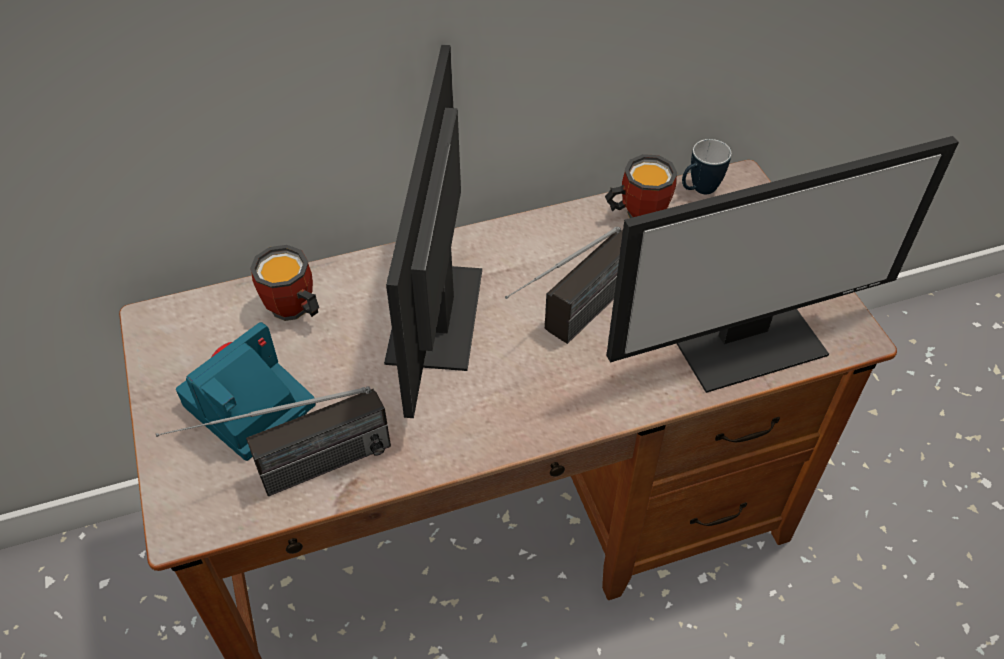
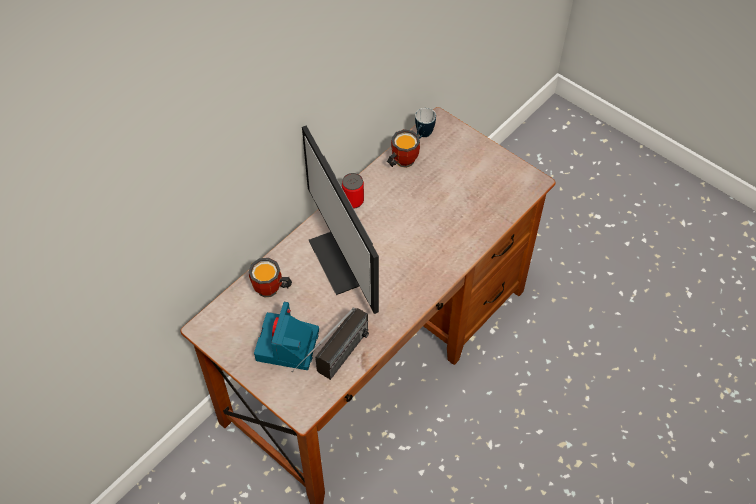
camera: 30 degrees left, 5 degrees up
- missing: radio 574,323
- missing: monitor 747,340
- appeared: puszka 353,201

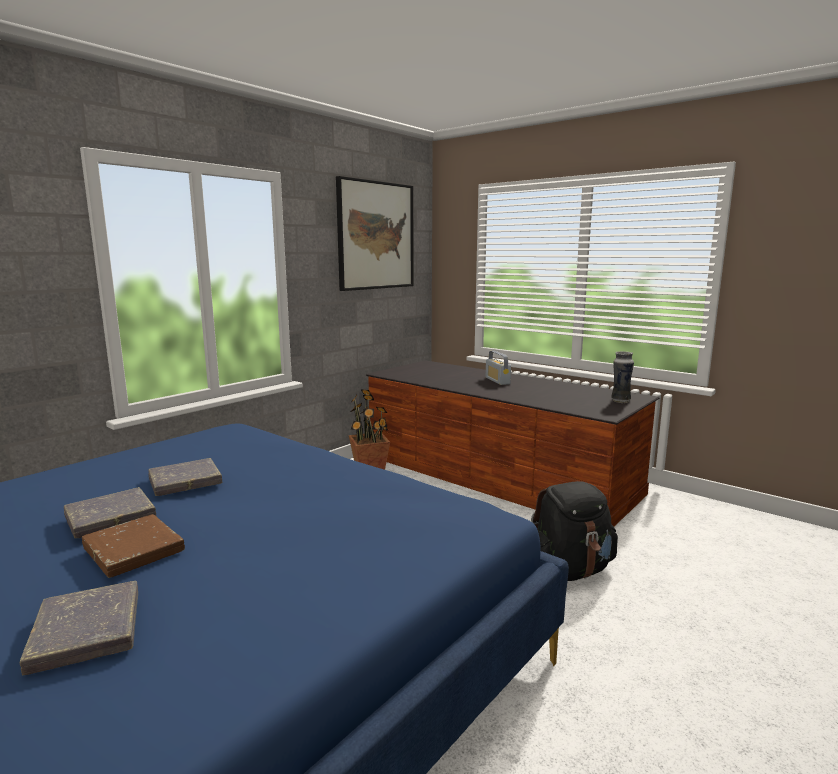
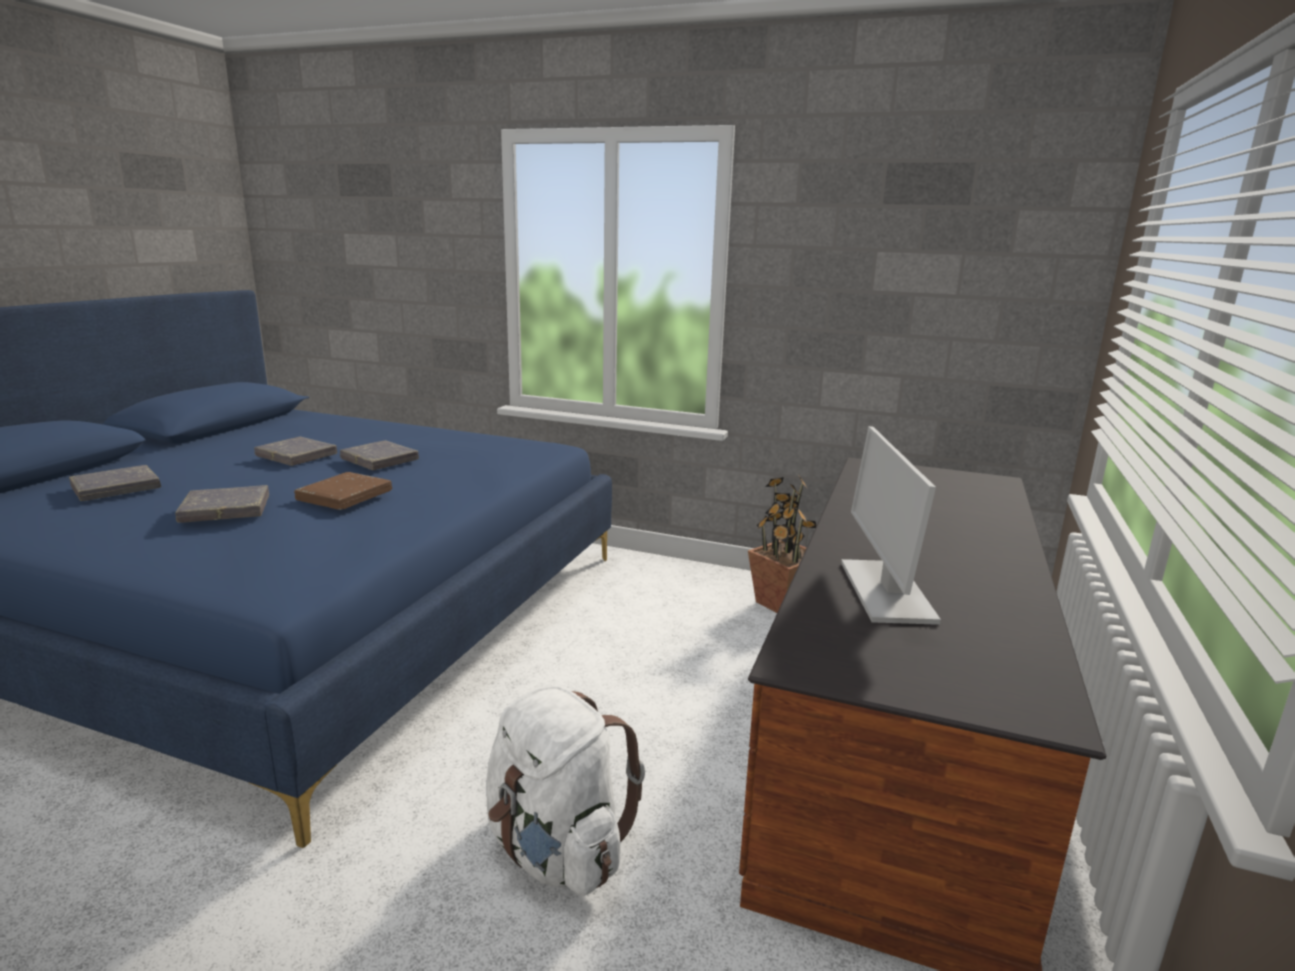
camera: 70 degrees right, 5 degrees up
- relocated: książka/brązowy 134,550 to 345,496
- missing: obraz 376,236
- missing: radio 497,381
- colour: plecak/czarny 569,571 to plecak/biały 557,850
- missing: wazon 620,401
- appeared: książka/szary 225,510
- appeared: monitor 885,591

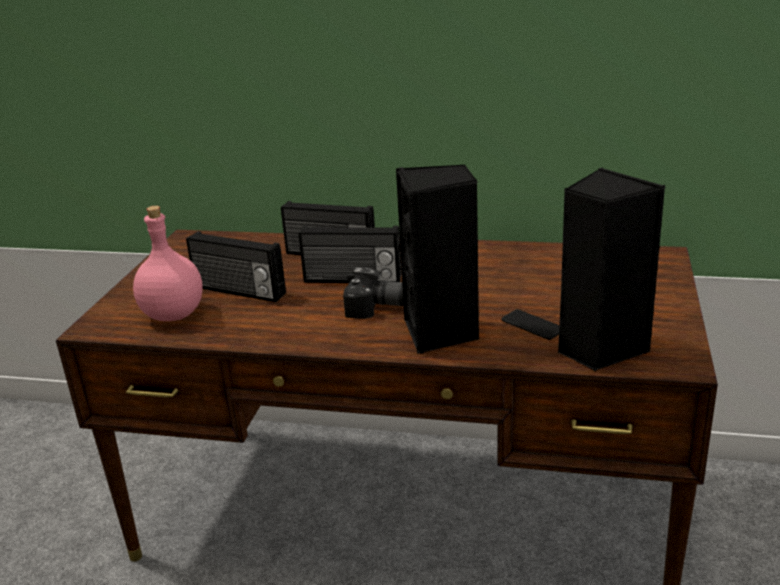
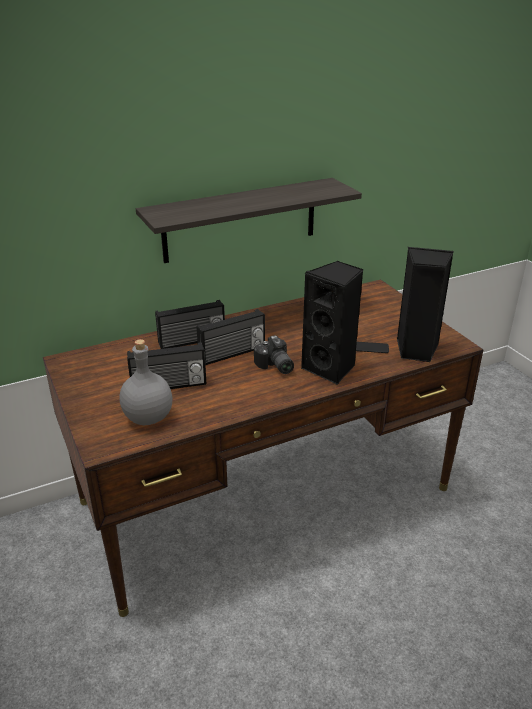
camera: 40 degrees left, 5 degrees up
- colour: butelka/różowy 174,315 to butelka/szary 149,417
- spun: aparat fotograficzny 377,308 = 274,366 90 degrees clockwise
- appeared: półka 240,220

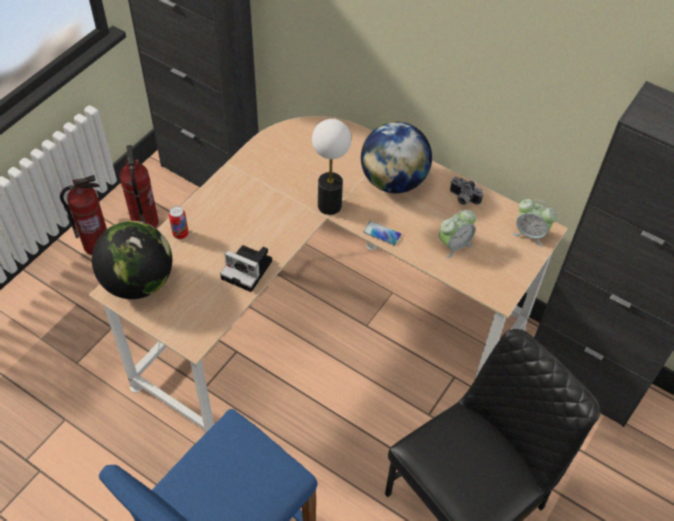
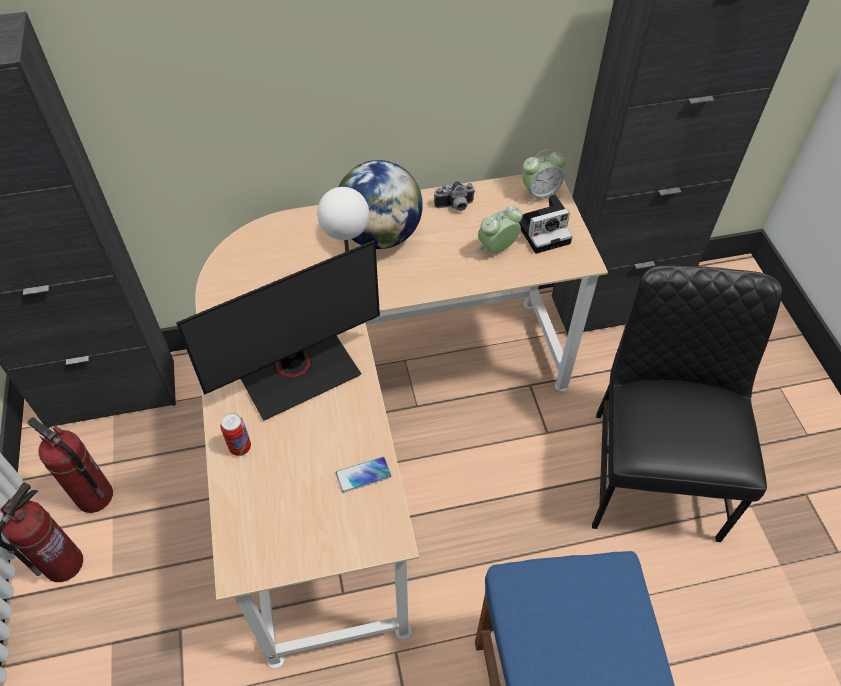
camera: 45 degrees left, 0 degrees up
- missing: globus 138,282
- relocated: aparat fotograficzny 249,270 to 544,231
- relocated: telefon 382,233 to 363,475
- spun: budzik 454,245 = 497,249 135 degrees counterclockwise
- appeared: monitor 297,371

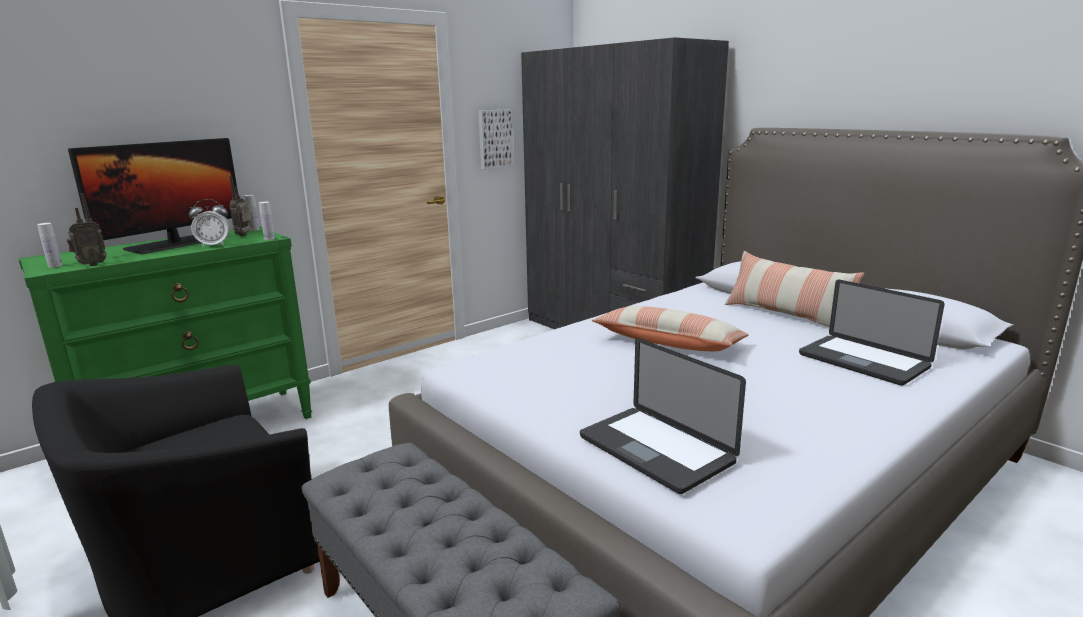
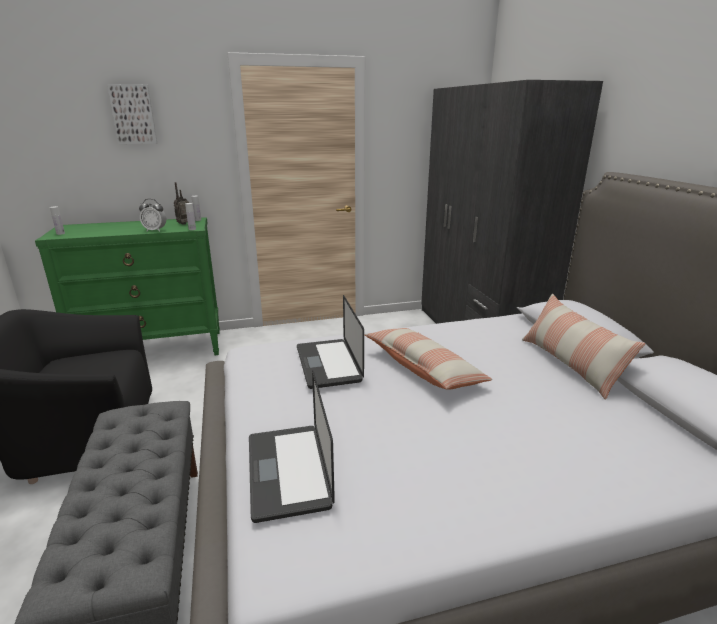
camera: 25 degrees right, 5 degrees up
- missing: radio 91,265
- missing: monitor 175,244
- relocated: obraz 494,139 to 133,114
- relocated: laptop 863,361 to 328,364

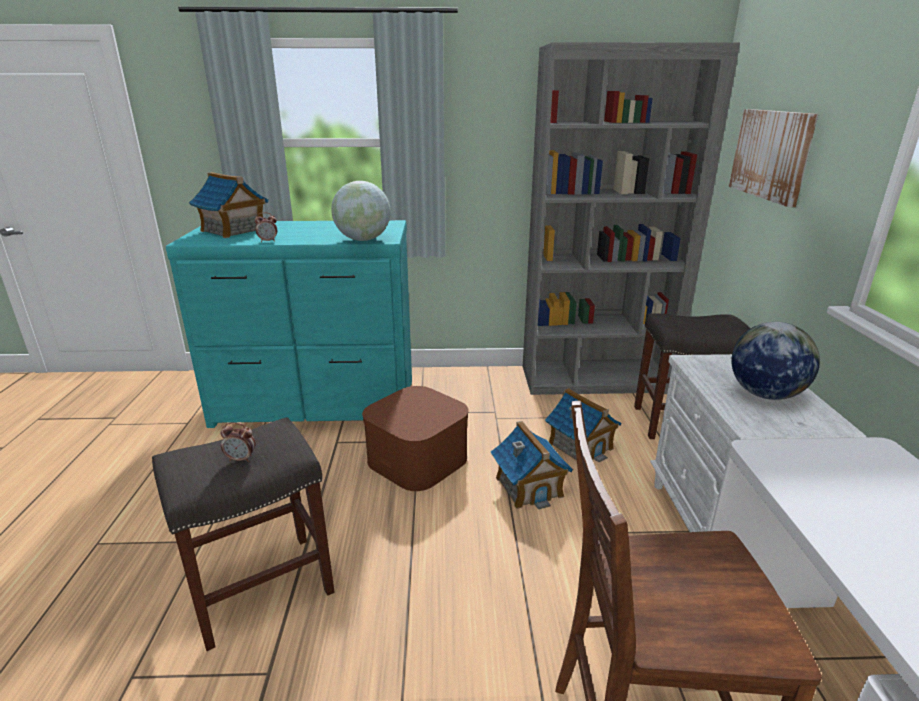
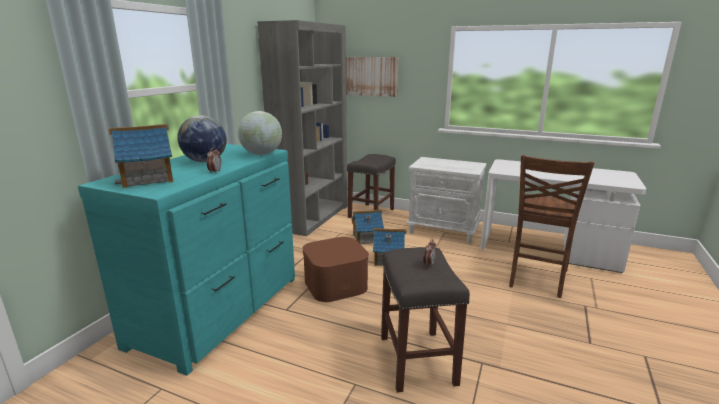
camera: 65 degrees left, 5 degrees down
- relocated: globus 765,394 to 205,161

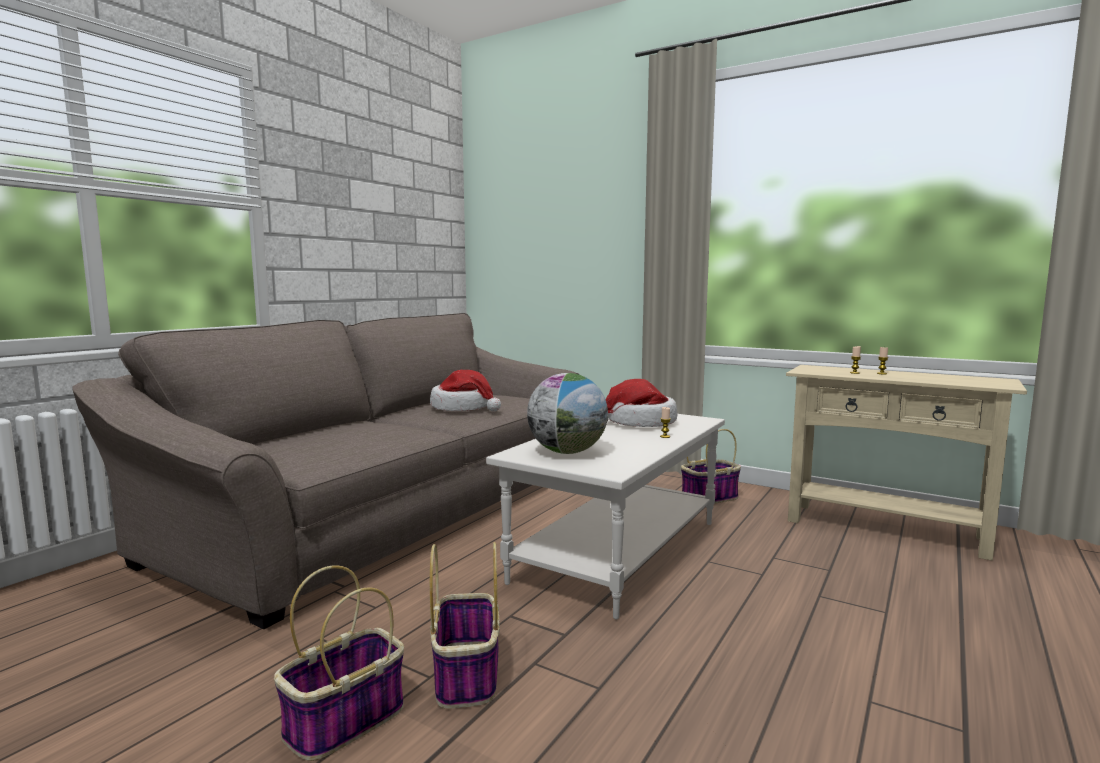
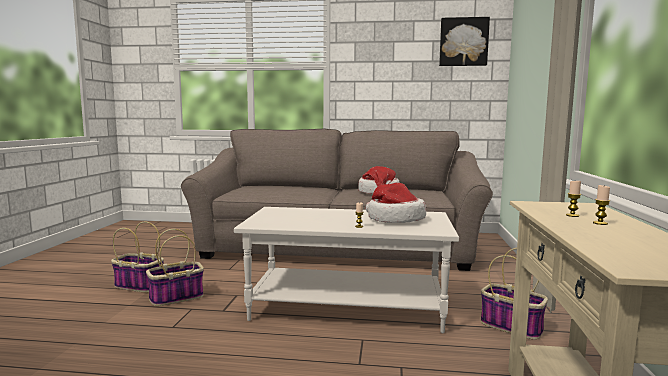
camera: 65 degrees right, 0 degrees up
- missing: globus 567,452
- appeared: obraz 463,42

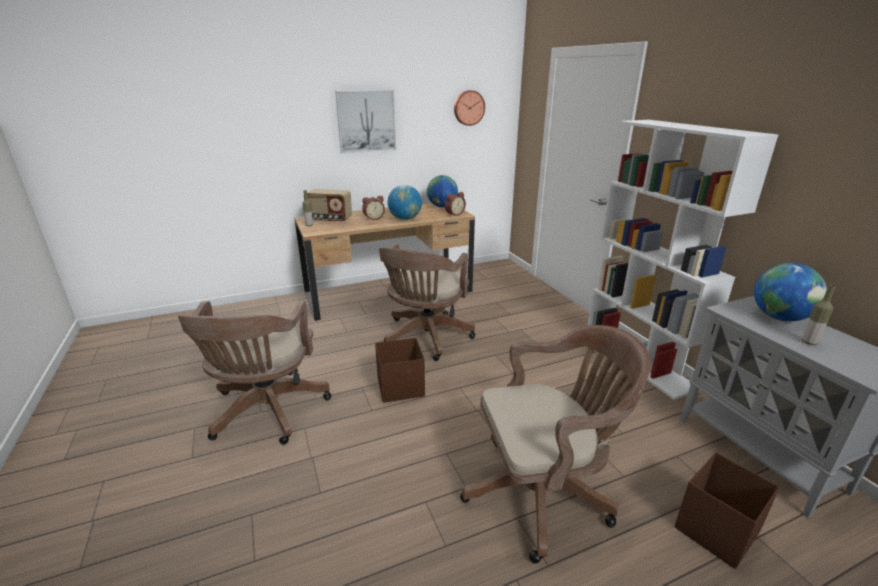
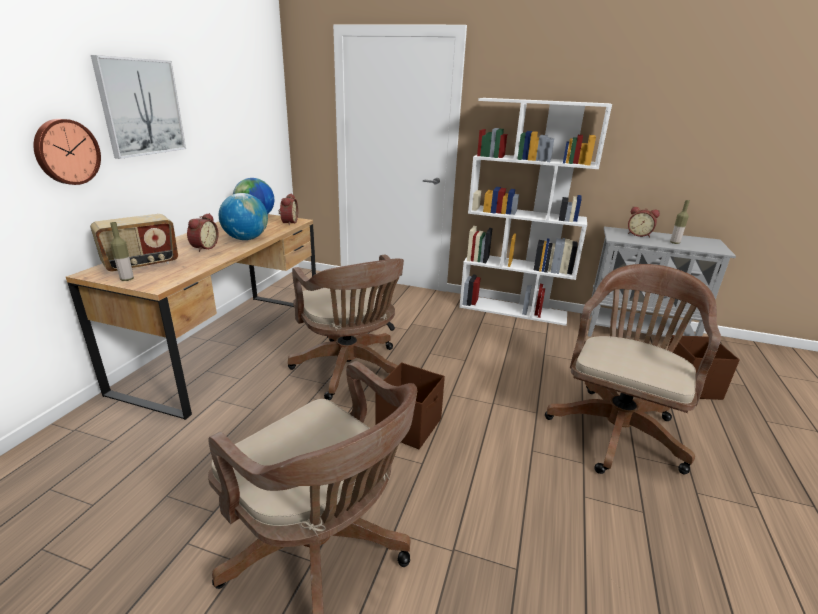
camera: 50 degrees left, 0 degrees up
- relocated: zegar ścienny 468,108 to 66,152
- exchanged: globus 779,317 to budzik 639,234

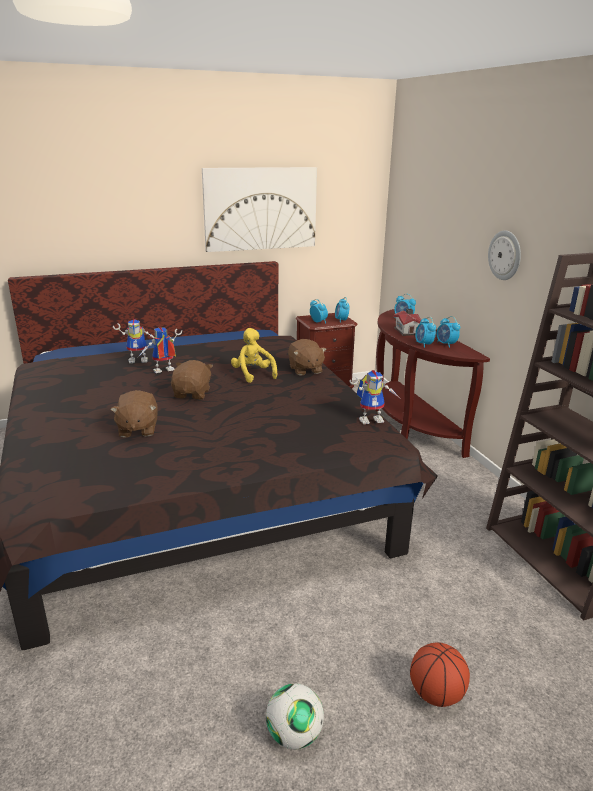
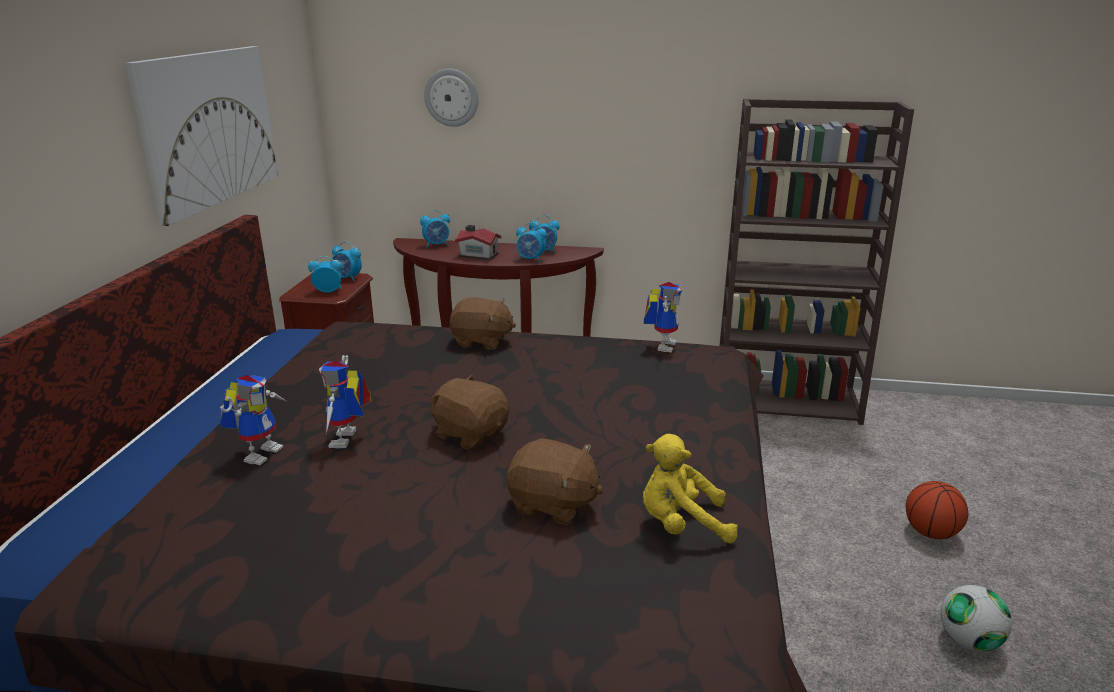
camera: 60 degrees left, 0 degrees up
- relocated: pluszak/żółty 253,374 to 681,525
- relocated: zegar ścienny 505,255 to 451,97

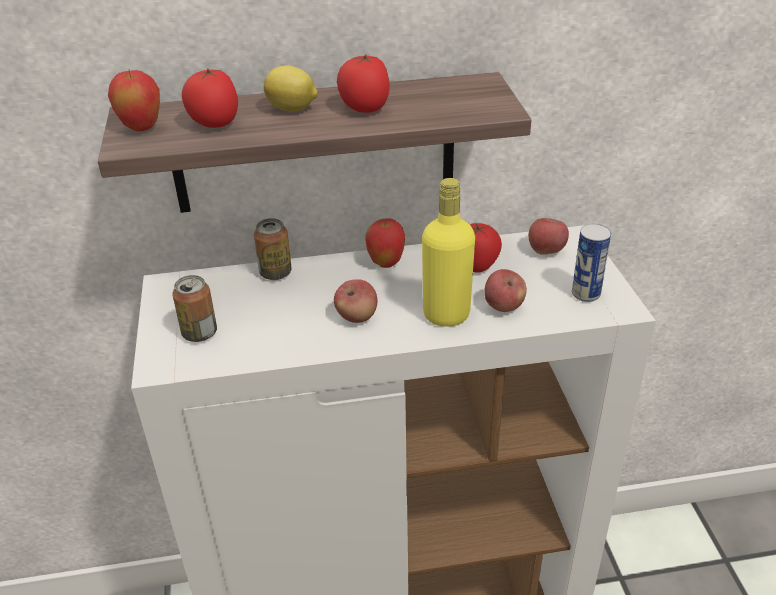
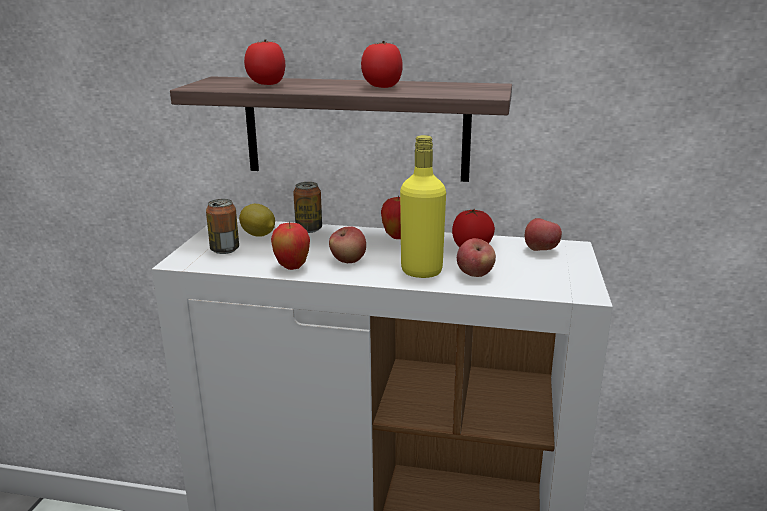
camera: 20 degrees right, 15 degrees down
- relocated: jabłko 141,128 to 292,267
- relocated: cytryna 292,109 to 259,235
- missing: puszka 585,294

